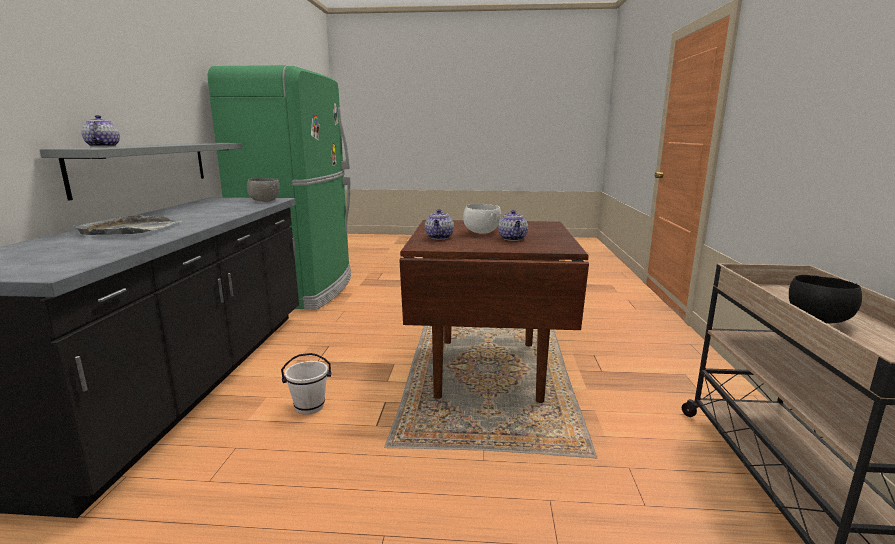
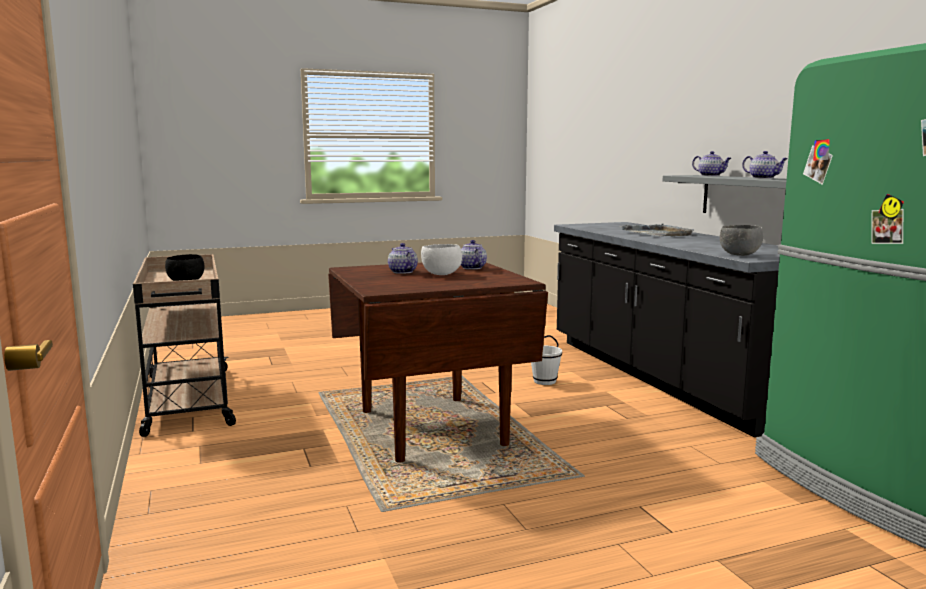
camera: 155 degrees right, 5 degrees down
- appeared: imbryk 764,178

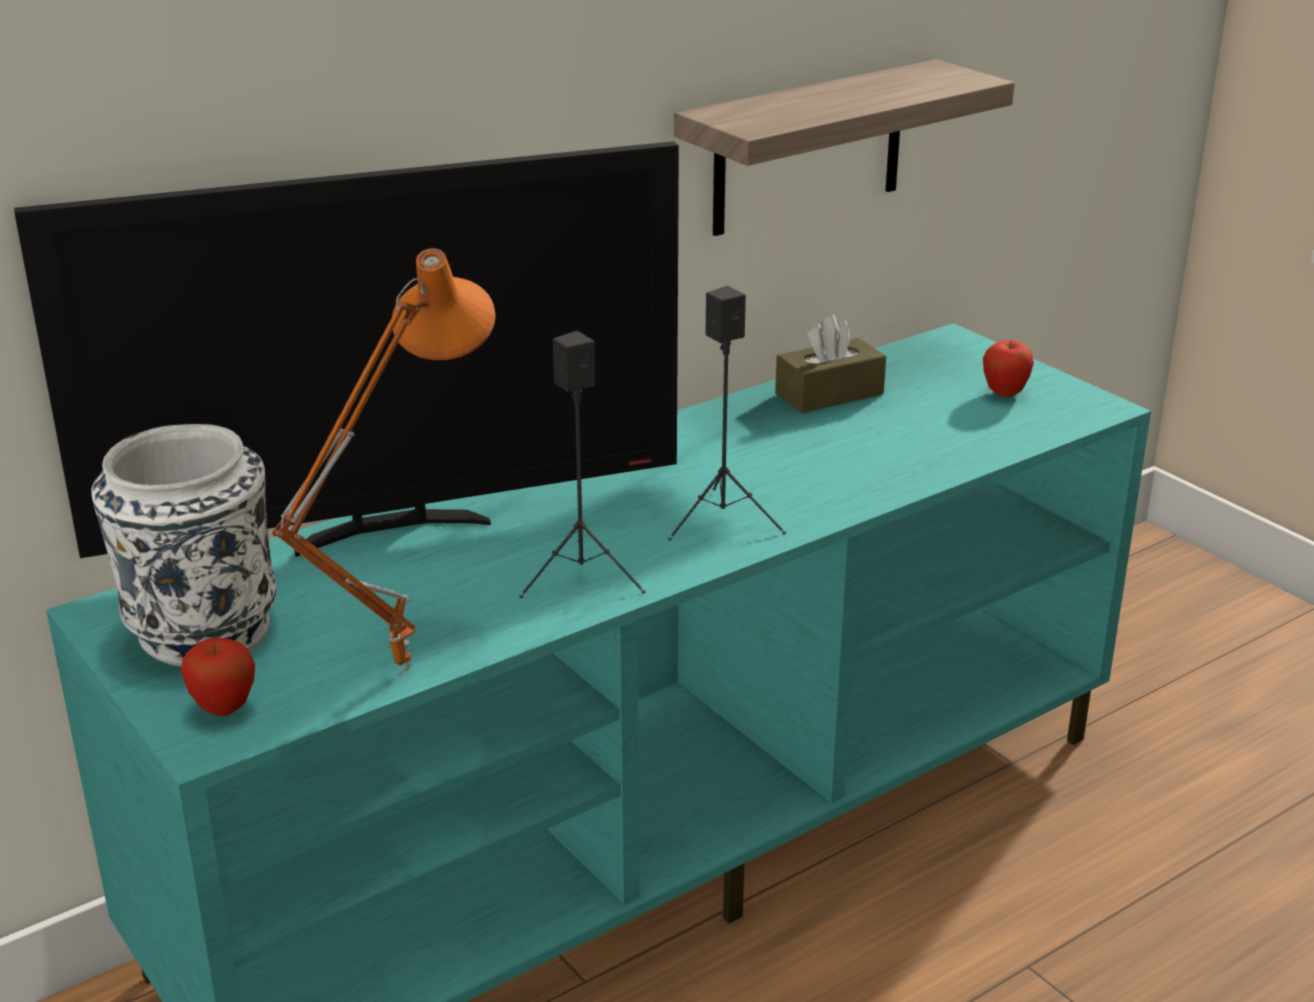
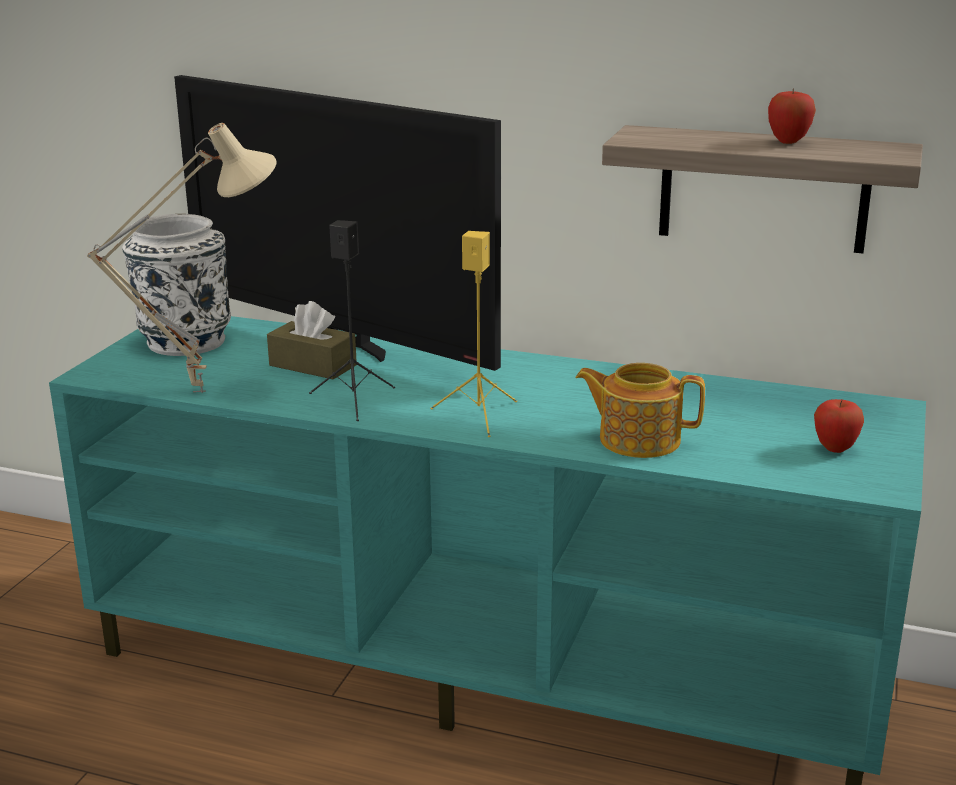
camera: 55 degrees right, 5 degrees down
- relocated: jabłko 224,708 to 788,142
- colour: lampa stołowa/pomarańczowy 398,668 to lampa stołowa/beżowy 200,390
- colour: głośnik/czarny 721,519 to głośnik/żółty 479,414
- relocated: pudełko chusteczek/brązowy 829,394 to 312,365
- appeared: imbryk 637,439

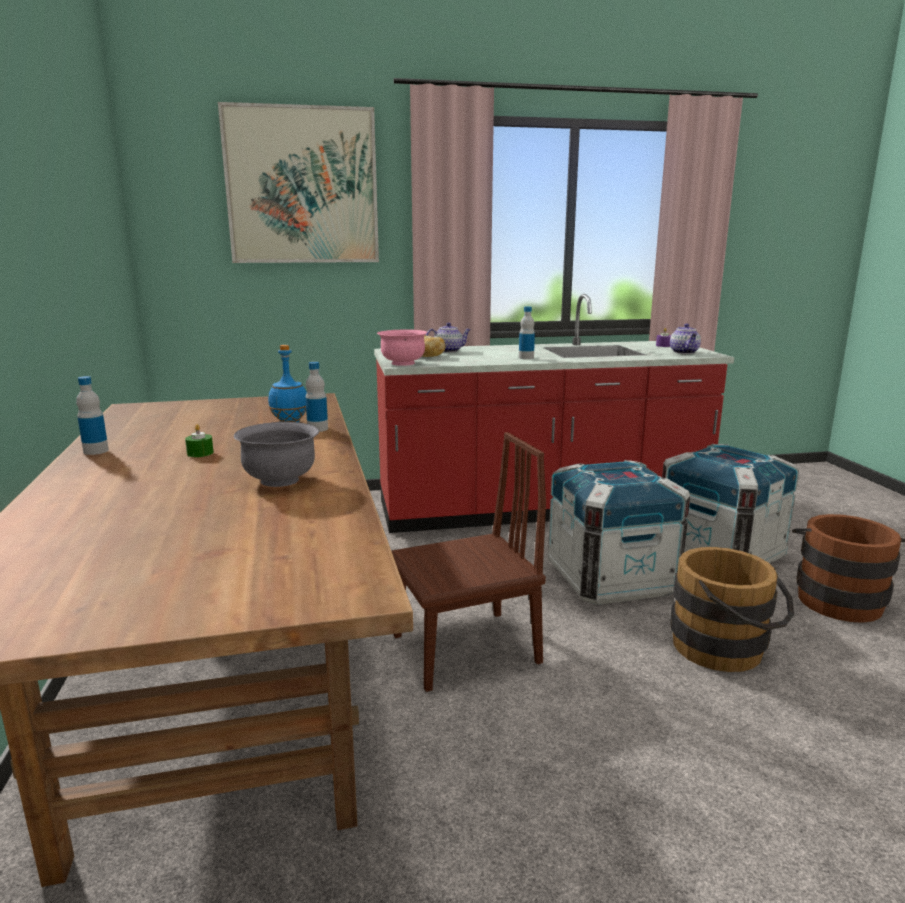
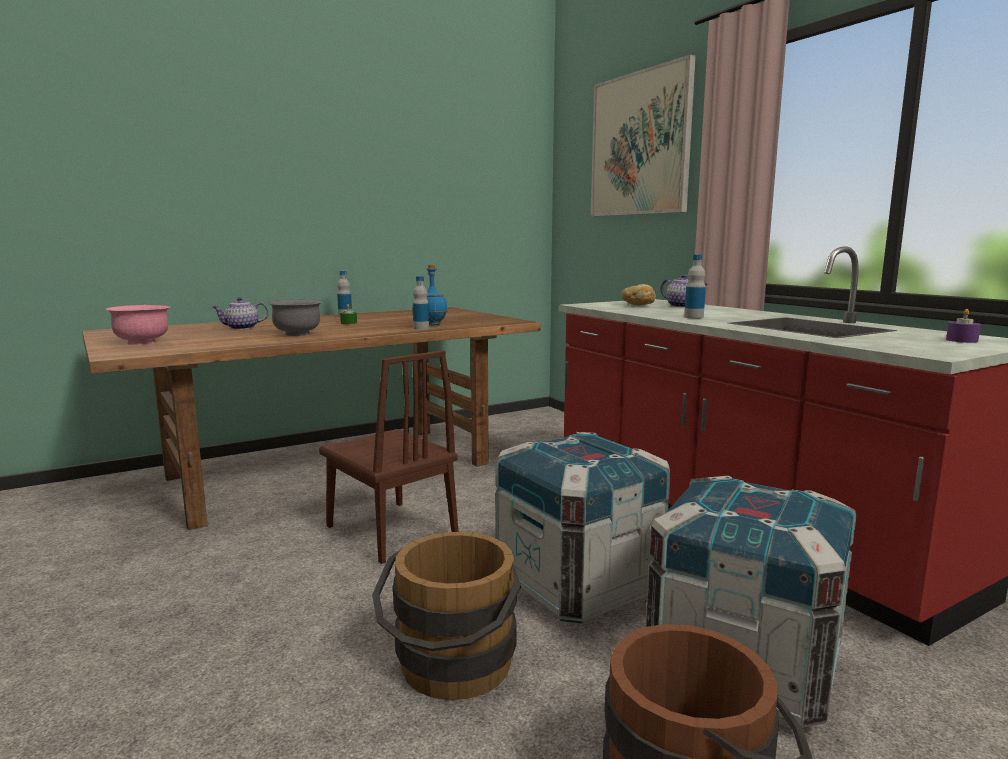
camera: 70 degrees right, 5 degrees down
- relocated: miska/różowy 403,363 to 142,342
- relocated: imbryk 684,352 to 241,328

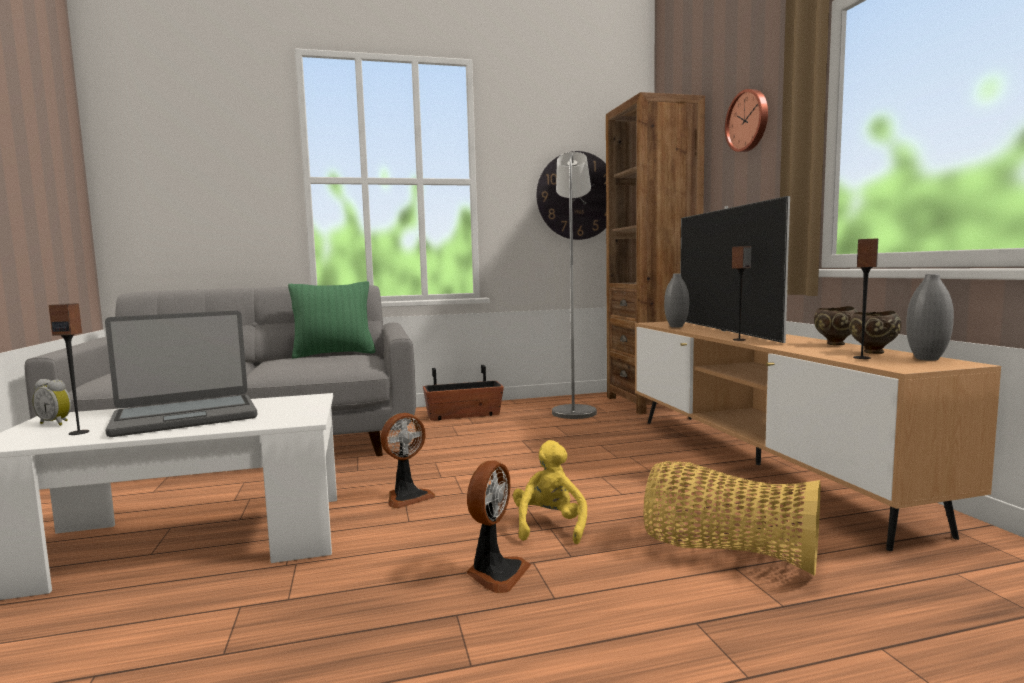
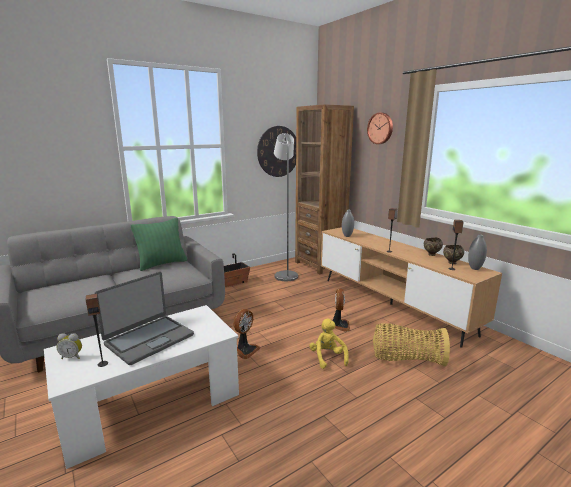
camera: 20 degrees left, 10 degrees up
- relocated: wentylator 495,573 to 339,325
- missing: telewizor 725,331

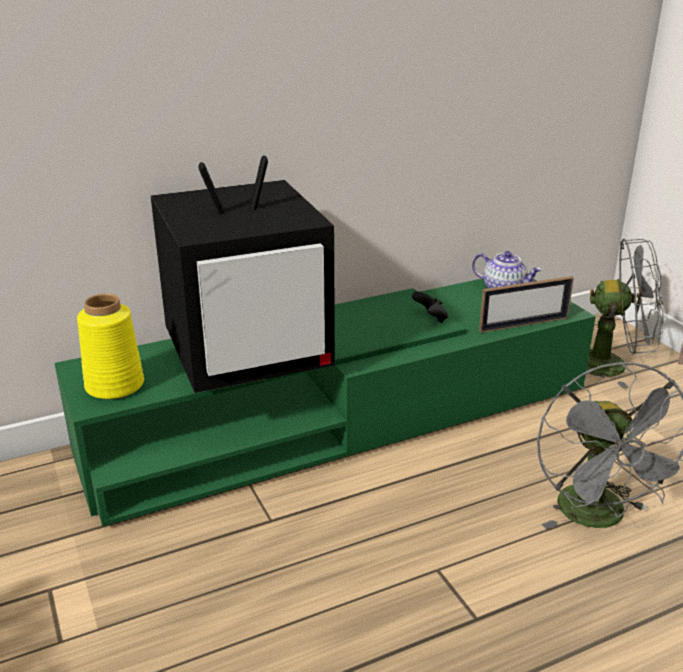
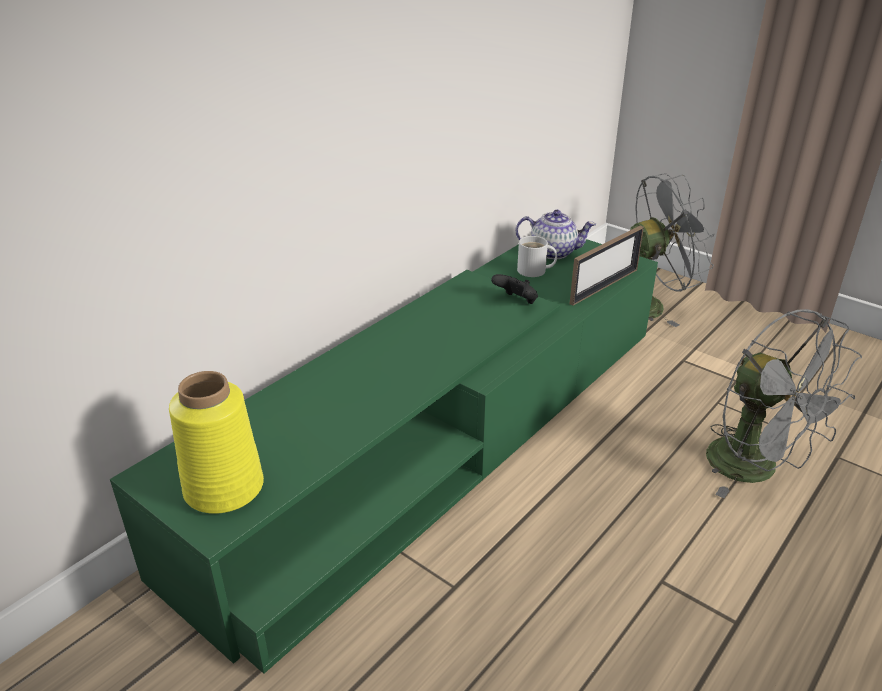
camera: 25 degrees left, 5 degrees up
- missing: telewizor 249,355
- appeared: kubek/biały 534,271

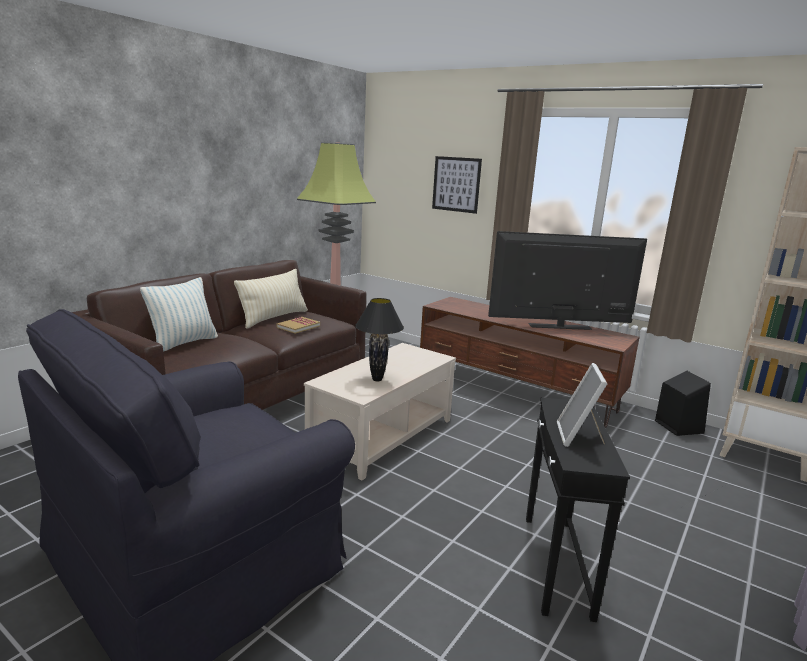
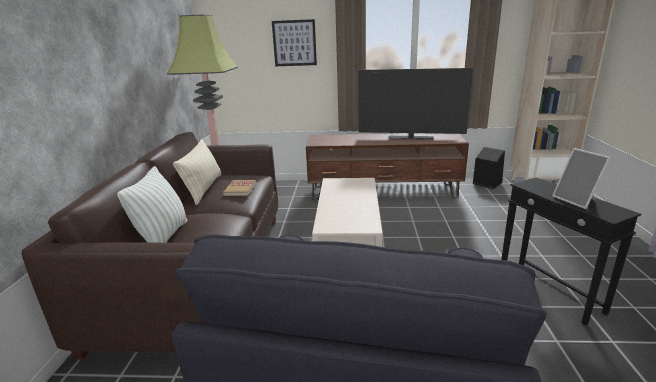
camera: 30 degrees left, 5 degrees up
- missing: lampa stołowa/czarny 377,379
- spun: telewizor 559,327 = 410,137 135 degrees counterclockwise

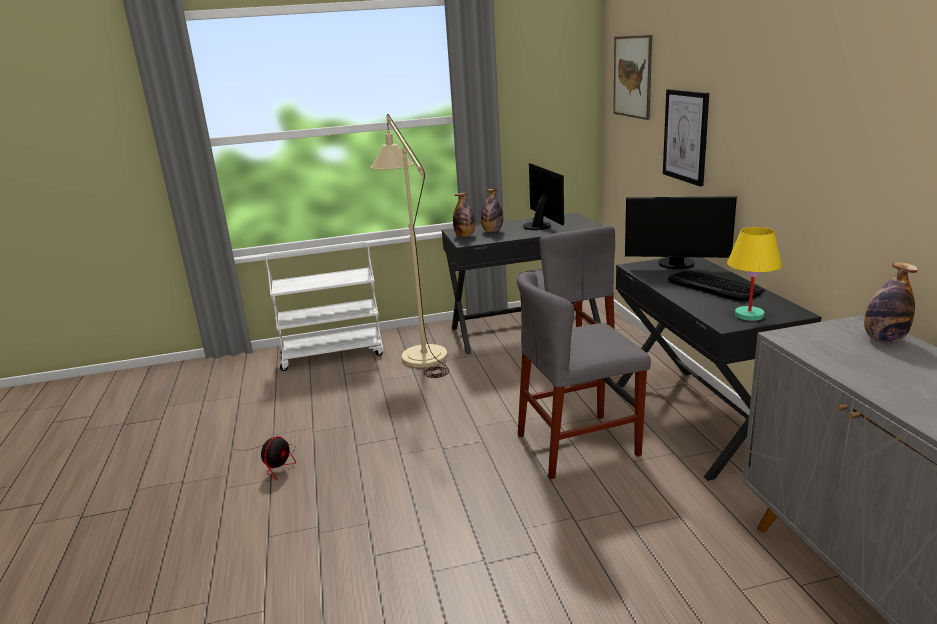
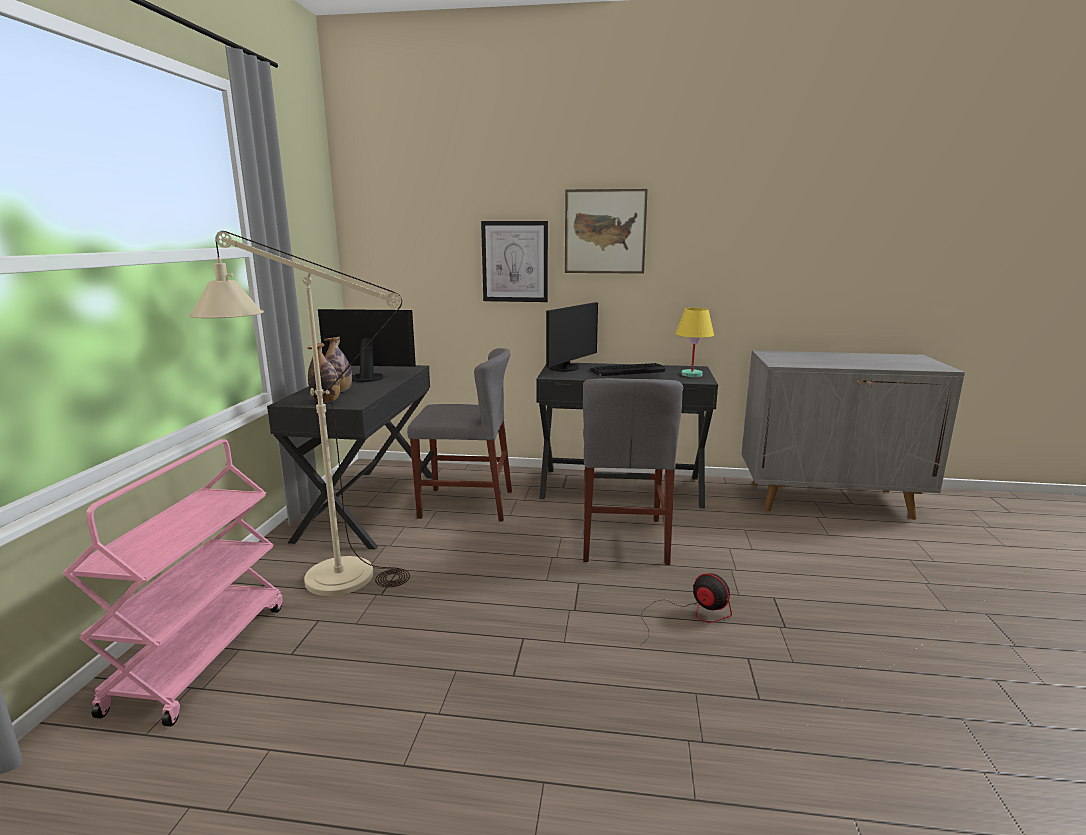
camera: 70 degrees left, 5 degrees down
- relocated: wentylator 276,462 to 689,615
- colour: wózek/biały 333,354 to wózek/różowy 200,655
- relocated: obraz 632,76 to 605,231
- missing: butelka 883,340

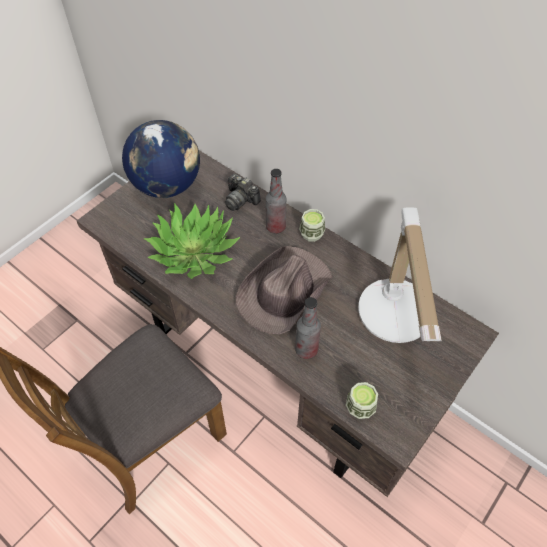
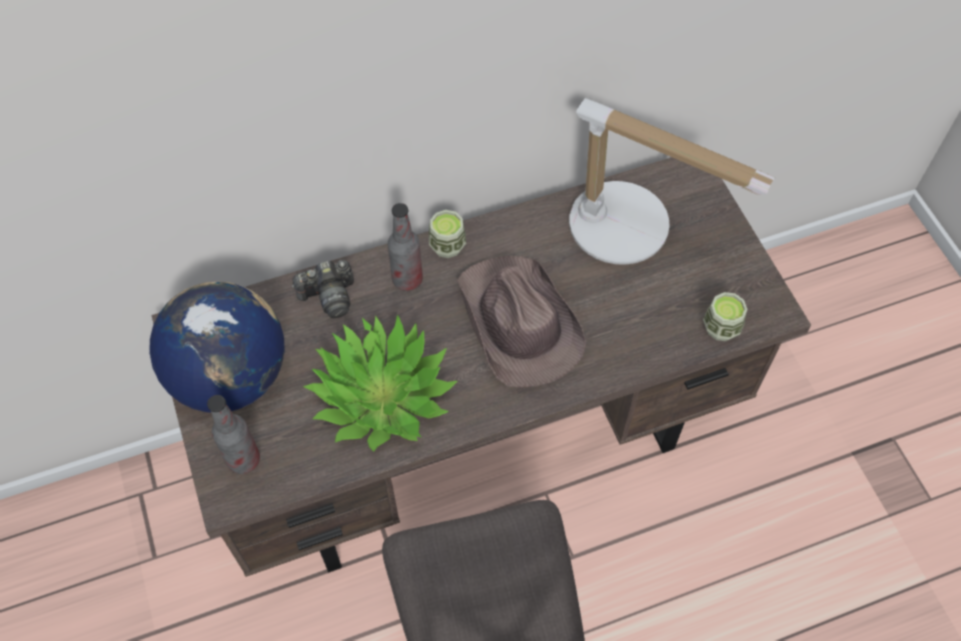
camera: 60 degrees left, 5 degrees up
- relocated: butelka 306,349 to 243,459

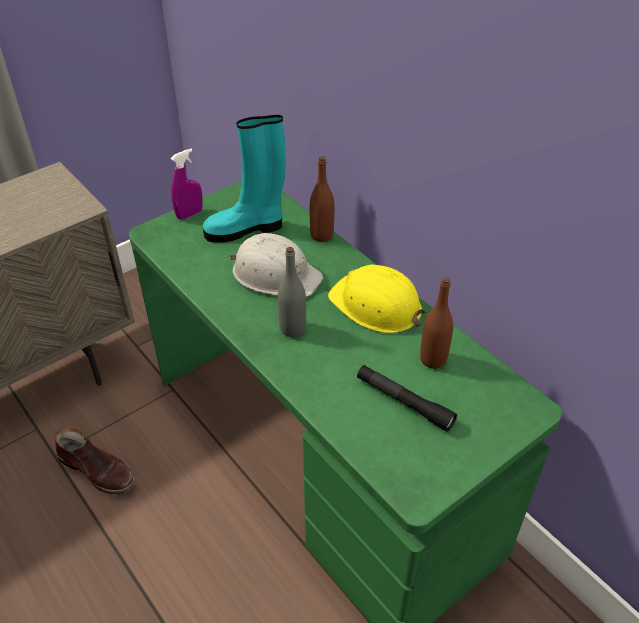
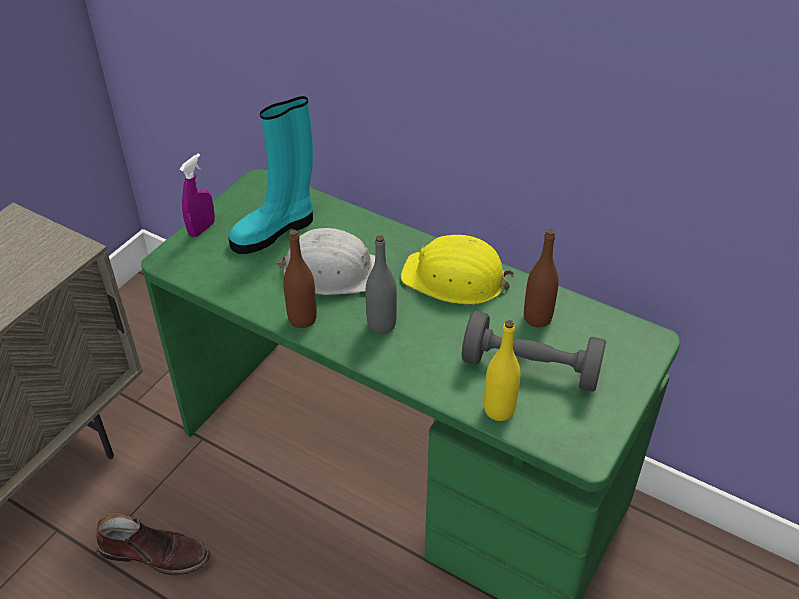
camera: 20 degrees left, 0 degrees up
- relocated: butelka/brązowy 321,235 to 302,319
- exchanged: latarka/czarny 404,402 to hantel/szary 530,368
- appeared: butelka/żółty 499,410

